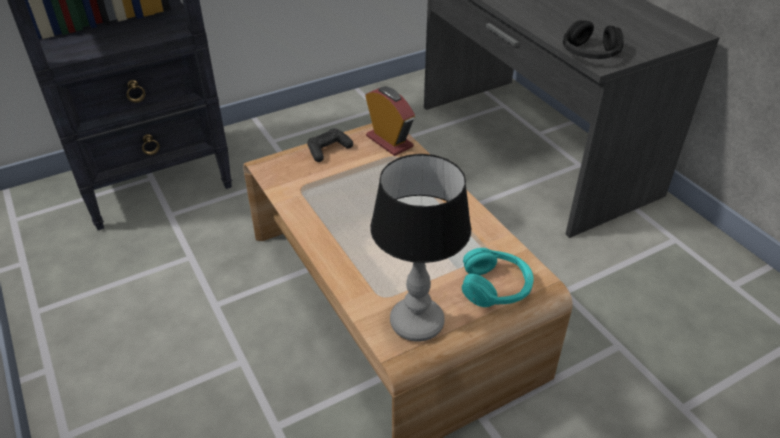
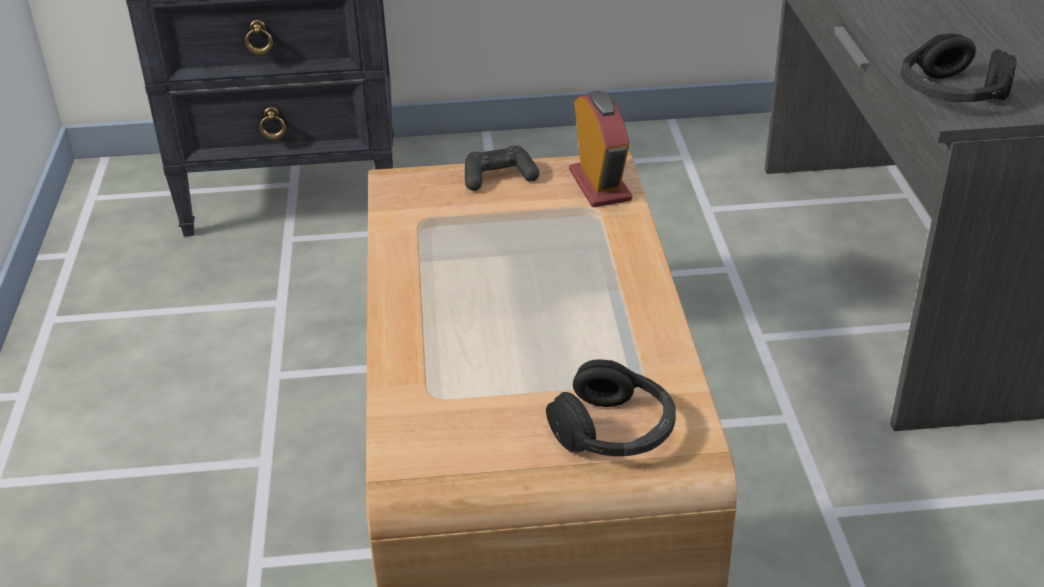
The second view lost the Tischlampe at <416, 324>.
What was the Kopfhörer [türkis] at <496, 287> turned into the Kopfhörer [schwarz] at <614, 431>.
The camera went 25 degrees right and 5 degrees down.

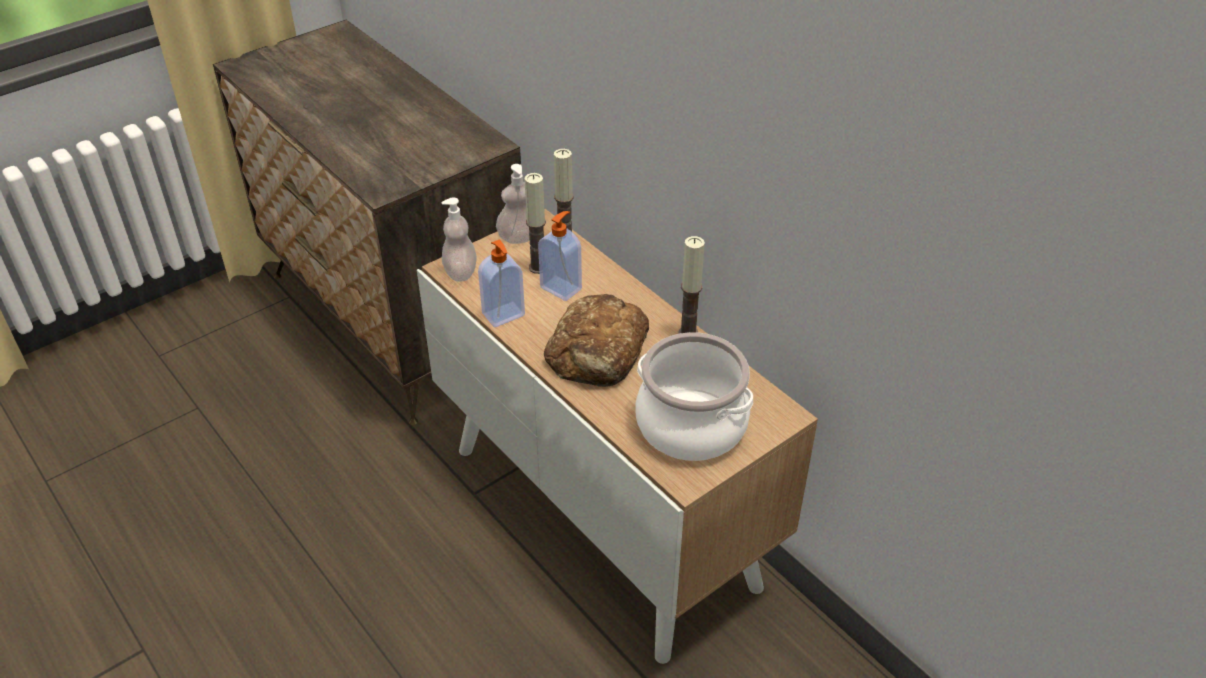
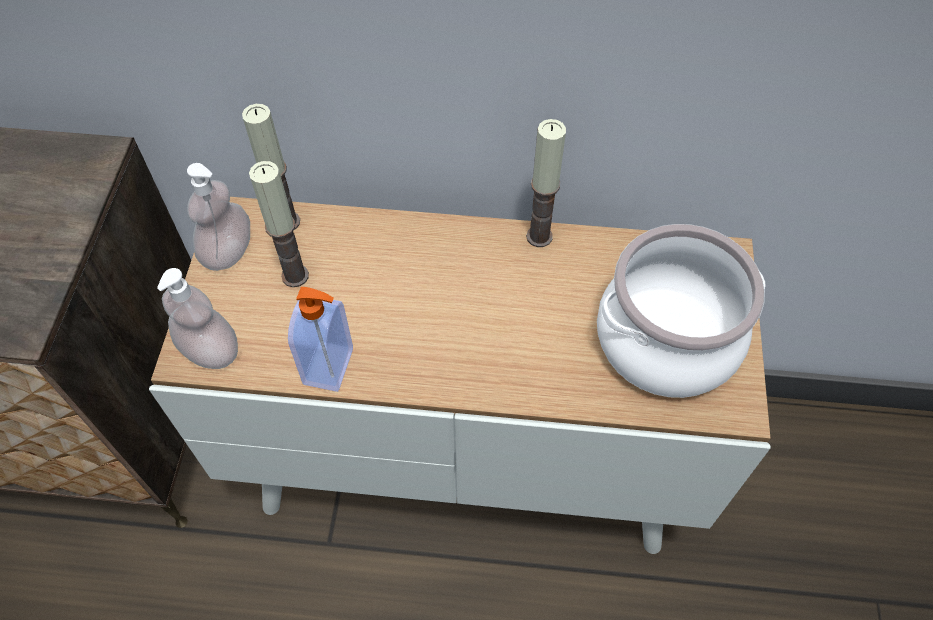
The second view lost the Seifenspender at <562, 288>.
The second view lost the Brot at <598, 351>.
The camera went 45 degrees left and 15 degrees up.

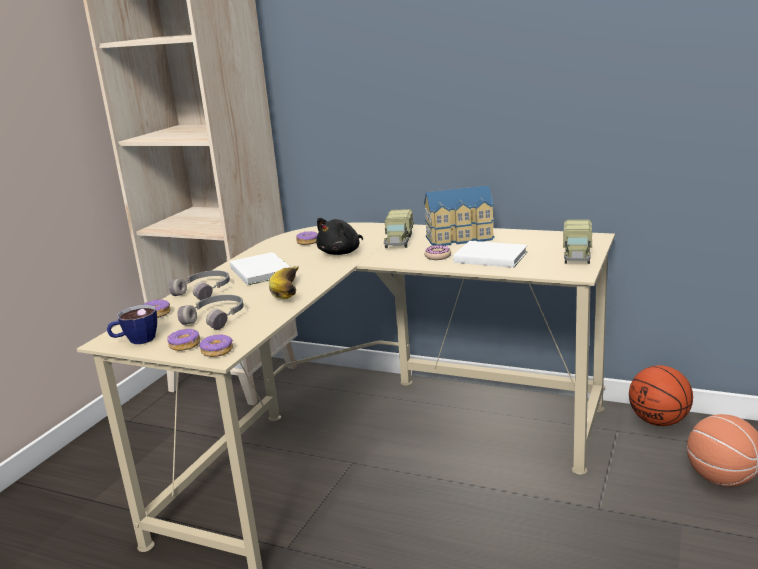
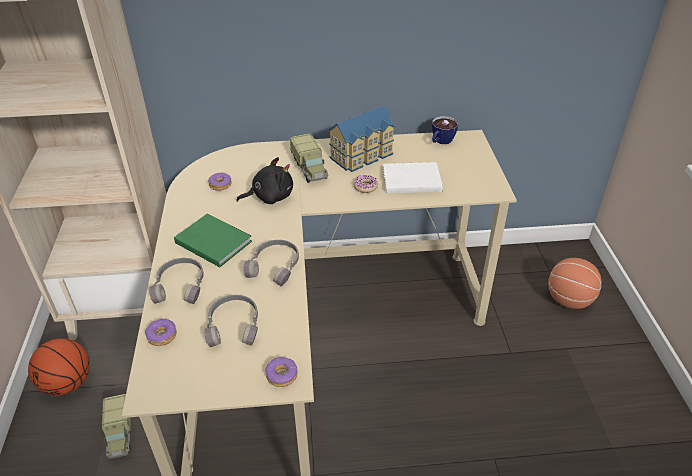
The second view lost the Donut at <185, 345>.
The Tasse ended up elsewhere, having gone from <135, 340> to <441, 141>.
The Spielzeuglaster ended up elsewhere, having gone from <577, 255> to <120, 433>.
The Basketball ended up elsewhere, having gone from <659, 421> to <68, 383>.
Where the Banane stood at <293, 291>, the Kopfhörer [grau] came to stand at <275, 266>.
What was the Buch [weiß] at <261, 271> turned into the Buch [grün] at <213, 241>.
The Plüschtier [schwarz] at <341, 253> ended up facing another way, 120 degrees counterclockwise from before.
The camera went 30 degrees left and 20 degrees up.

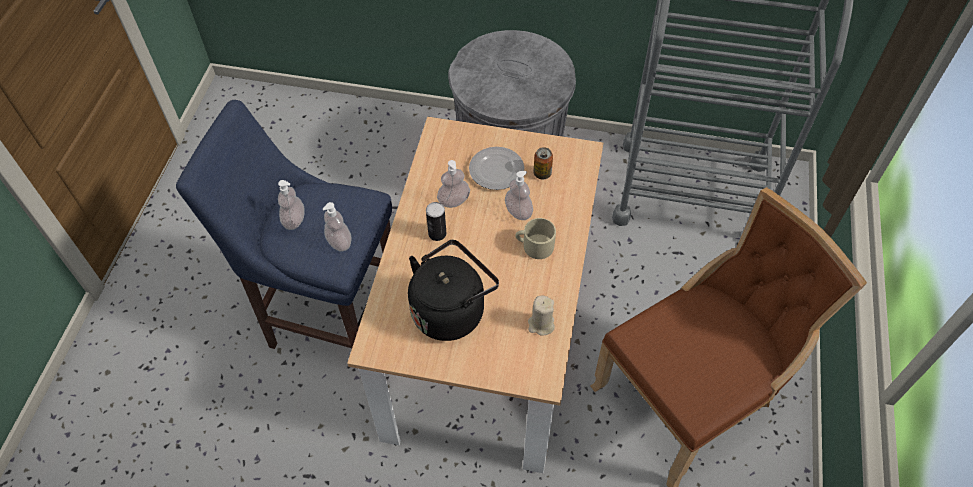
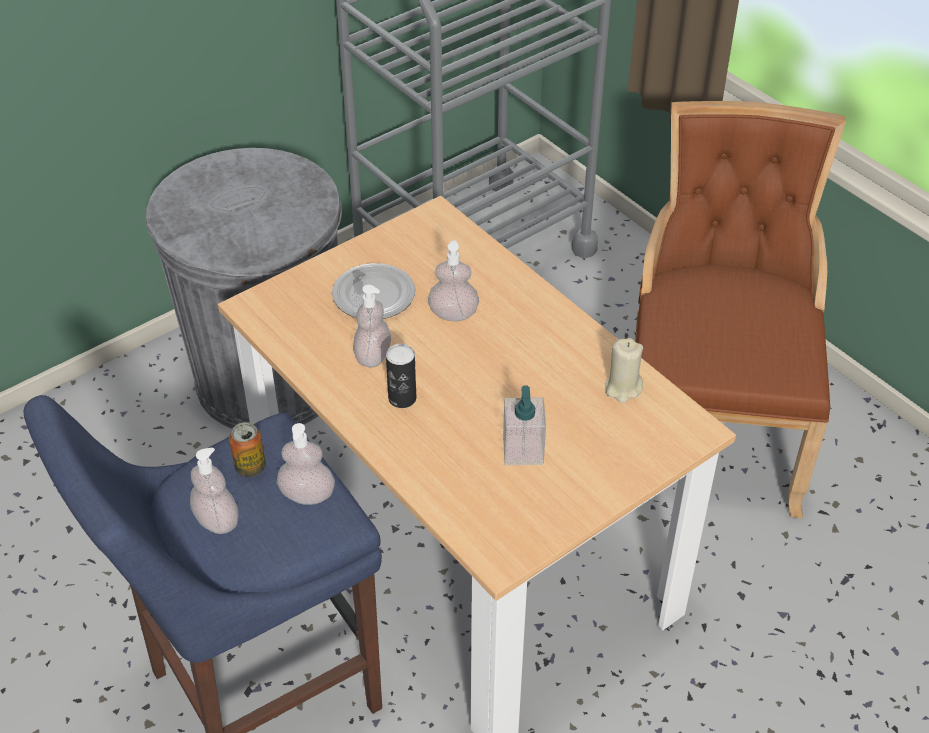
The second view lost the Henkelbecher [beige] at <534, 246>.
The Dose ended up elsewhere, having gone from <542, 173> to <250, 467>.
Where the Wasserkessel [schwarz] stood at <451, 309>, the Seifenspender came to stand at <523, 451>.
The camera went 50 degrees left and 10 degrees down.

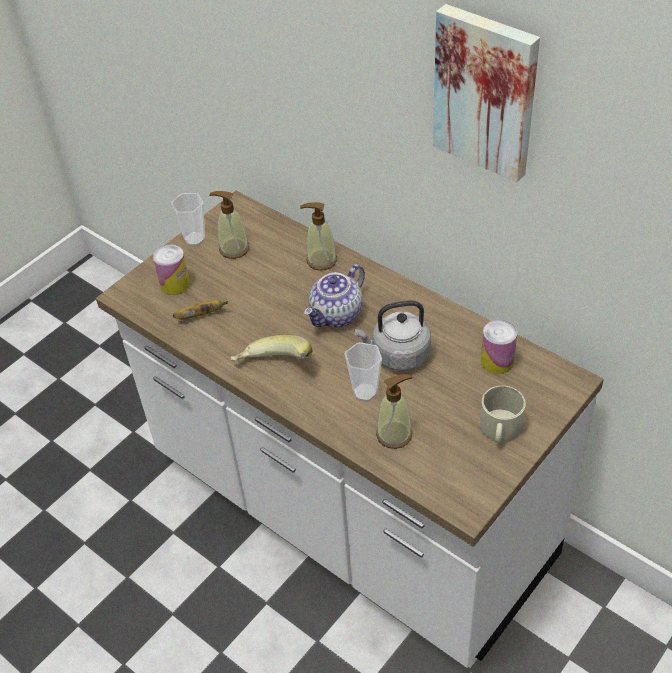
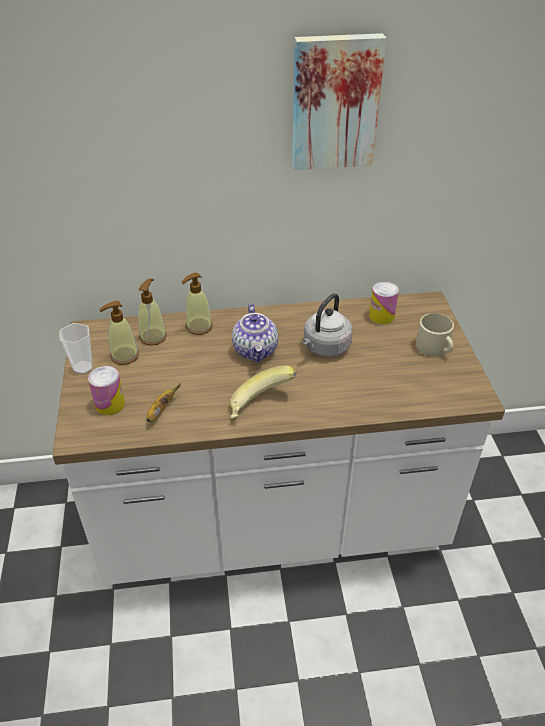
The second view lost the Tasse at <365, 392>.
The Seifenspender ended up elsewhere, having gone from <394, 434> to <153, 337>.
The camera went 50 degrees left and 5 degrees down.

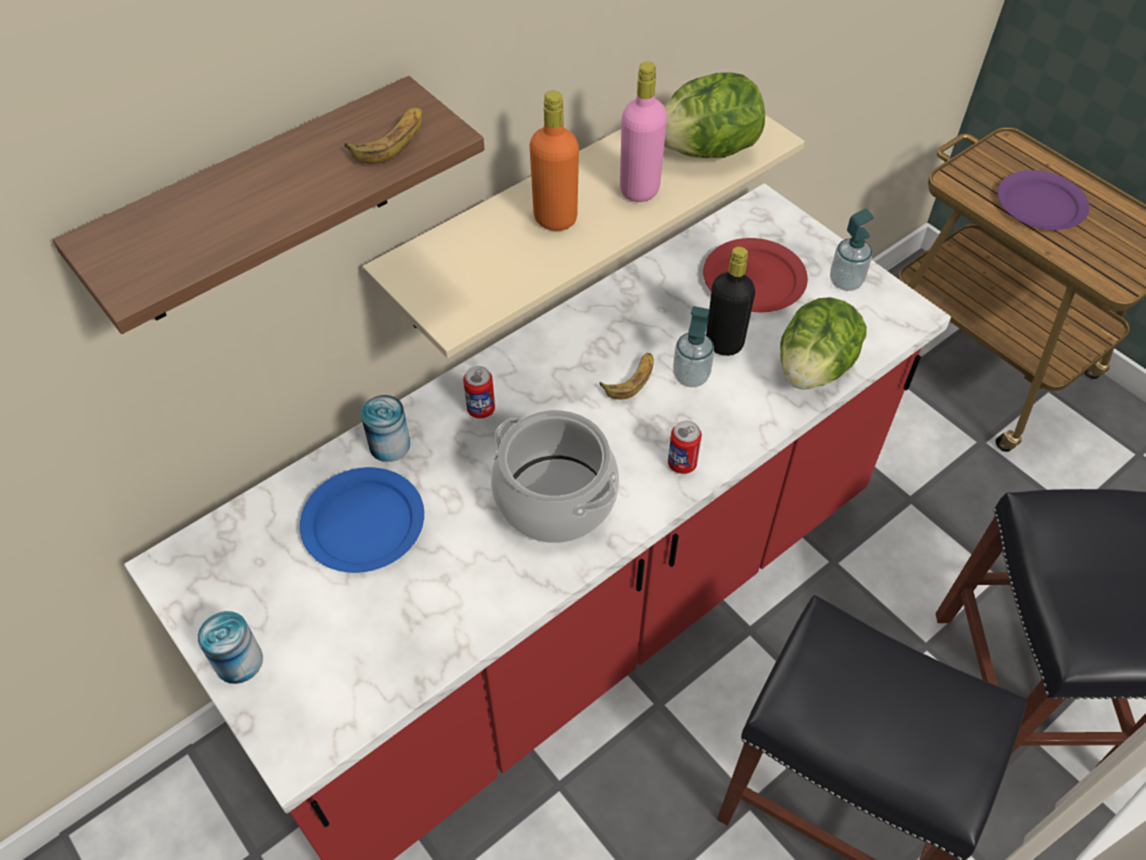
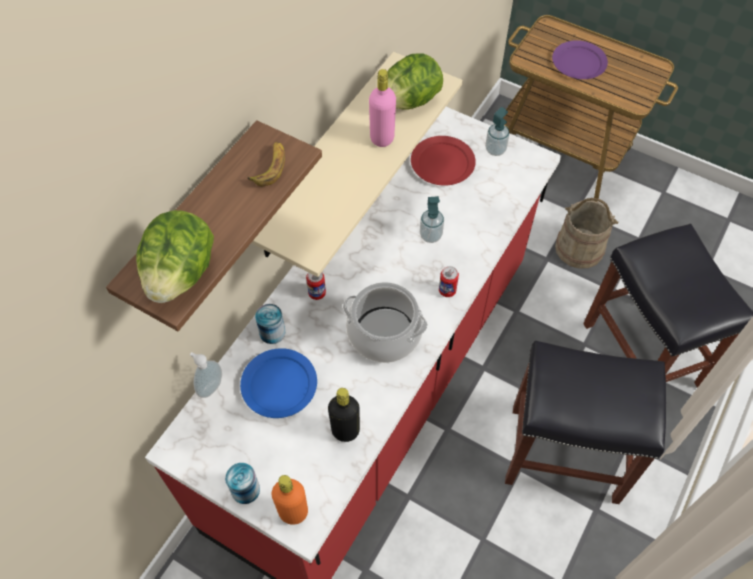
The second view lost the Banane at <630, 379>.
The second view gained the Seifenspender at <210, 387>.
The second view gained the Eimer [beige] at <579, 248>.
The Flasche [orange] ended up elsewhere, having gone from <555, 218> to <293, 512>.
The Flasche [schwarz] ended up elsewhere, having gone from <724, 344> to <345, 431>.
The Salatkopf ended up elsewhere, having gone from <814, 368> to <181, 274>.
The camera went 20 degrees left and 5 degrees up.

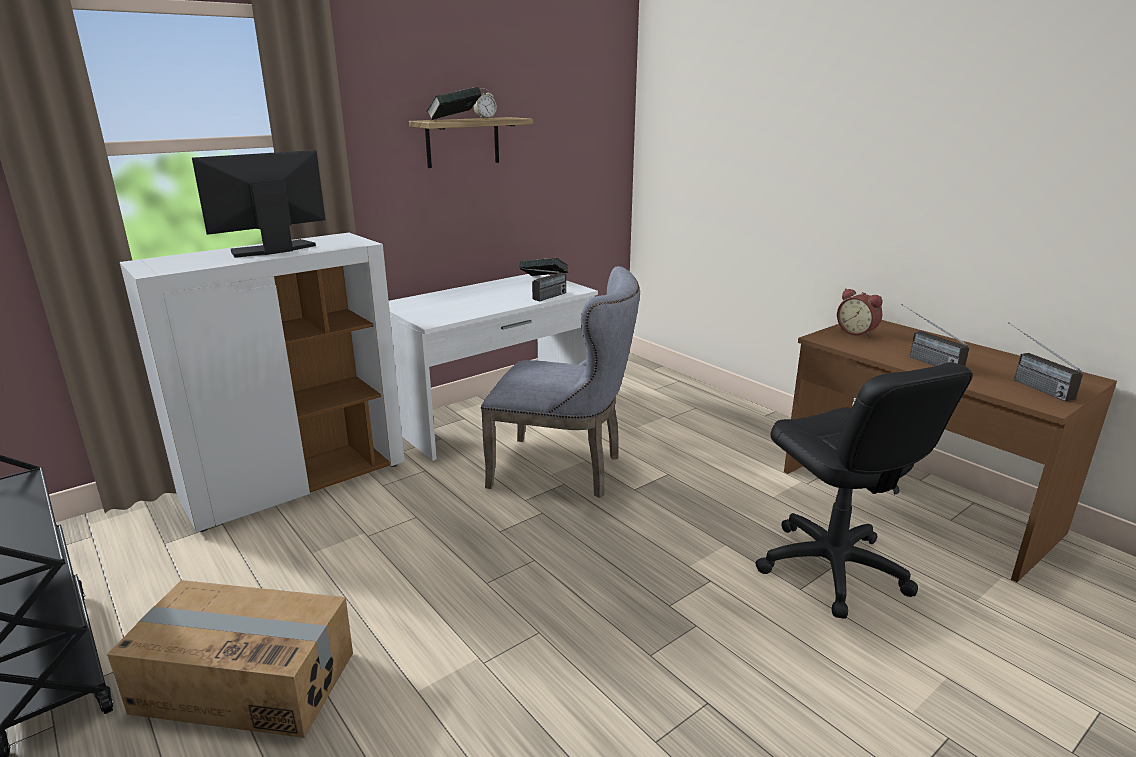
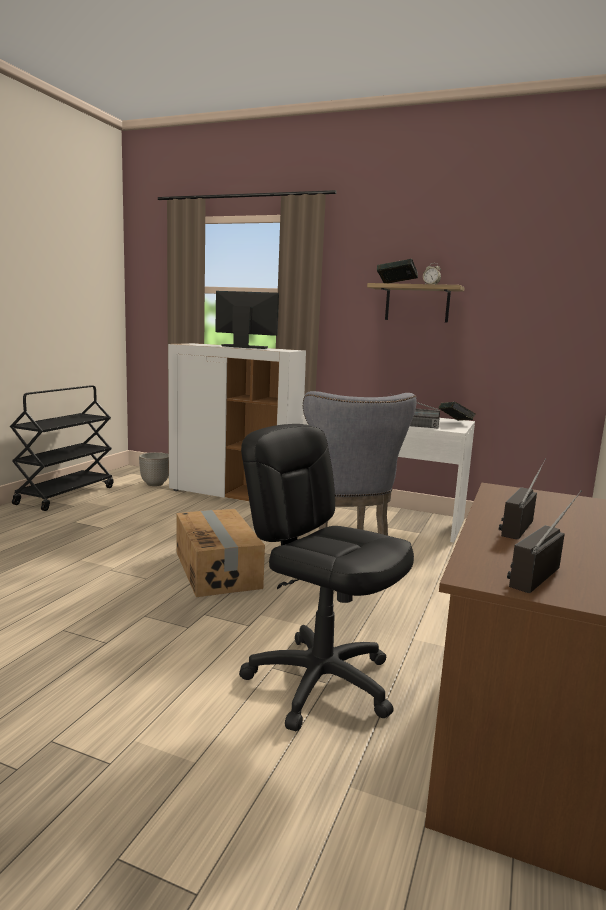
The second view lost the Wecker at <857, 332>.
The second view gained the Pflanzkübel at <155, 484>.
The Karton ended up elsewhere, having gone from <246, 681> to <218, 569>.
The Bürostuhl [schwarz] at <831, 568> ended up facing another way, 90 degrees clockwise from before.
The camera went 60 degrees right and 10 degrees down.

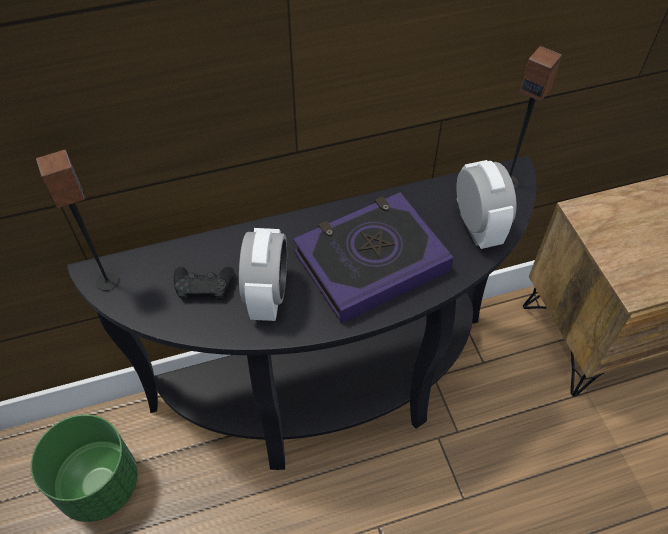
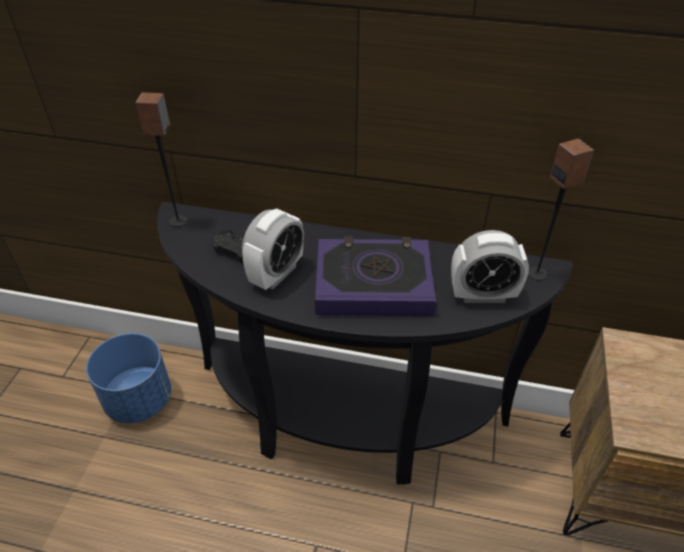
What was the Pflanzkübel [grün] at <99, 483> turned into the Pflanzkübel [blau] at <139, 399>.
The Wecker at <477, 227> ended up facing another way, 75 degrees clockwise from before.
The camera went 30 degrees right and 10 degrees down.

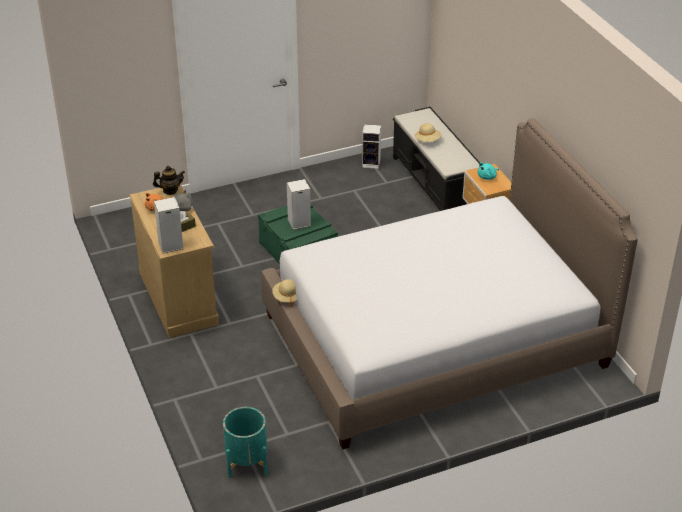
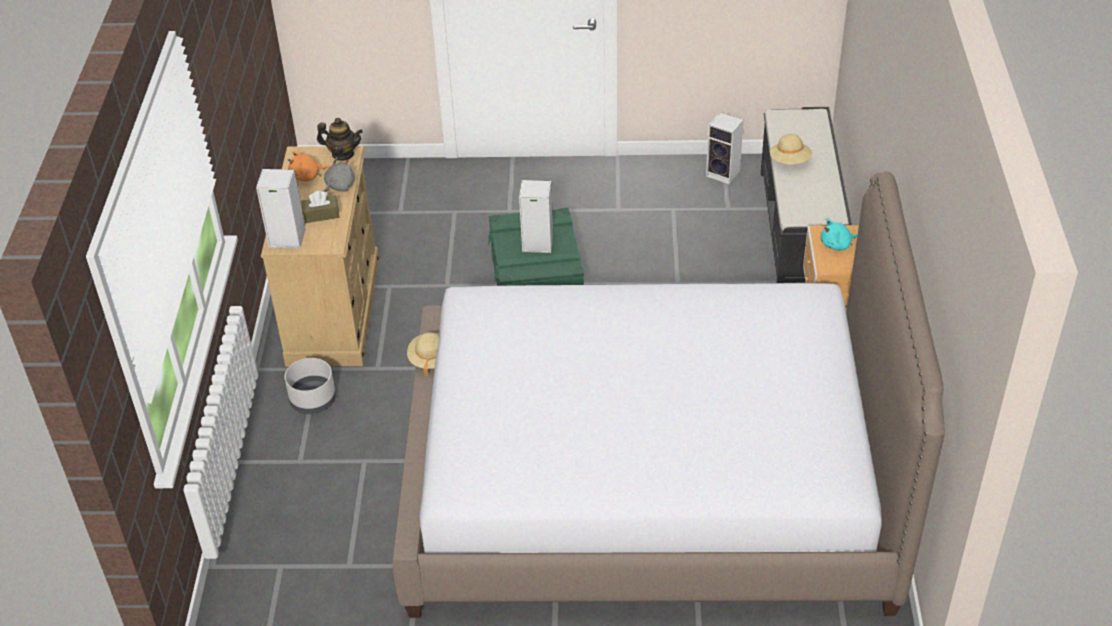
The second view lost the Pflanzkübel [türkis] at <247, 462>.
The second view gained the Pflanzkübel [grau] at <312, 400>.
The camera went 25 degrees right and 5 degrees up.

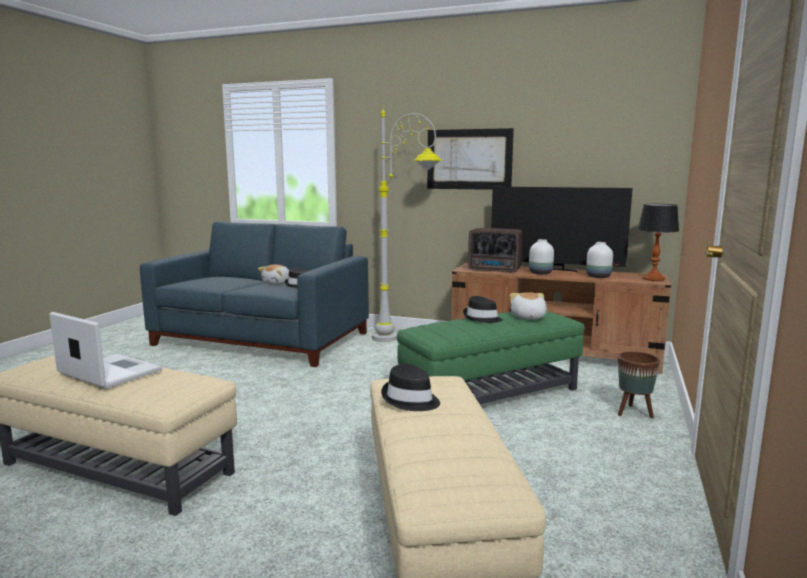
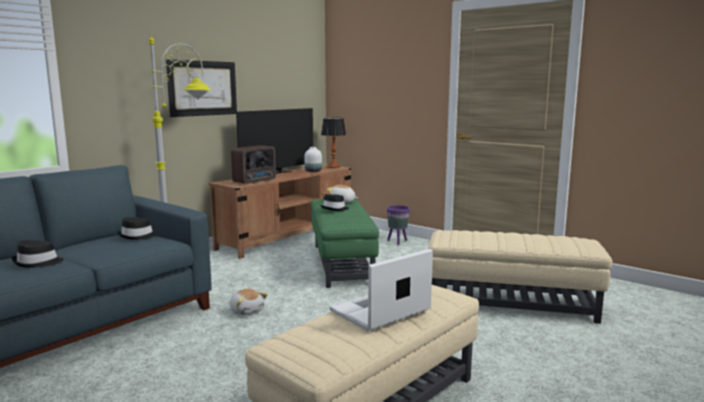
The second view lost the Vase [weiß] at <540, 273>.
The Plüschtier ended up elsewhere, having gone from <278, 283> to <247, 311>.
The Hut [schwarz] ended up elsewhere, having gone from <410, 400> to <38, 263>.
What was the Pflanzkübel [braun] at <634, 413> turned into the Pflanzkübel [lila] at <397, 242>.
The camera went 70 degrees left and 0 degrees up.

